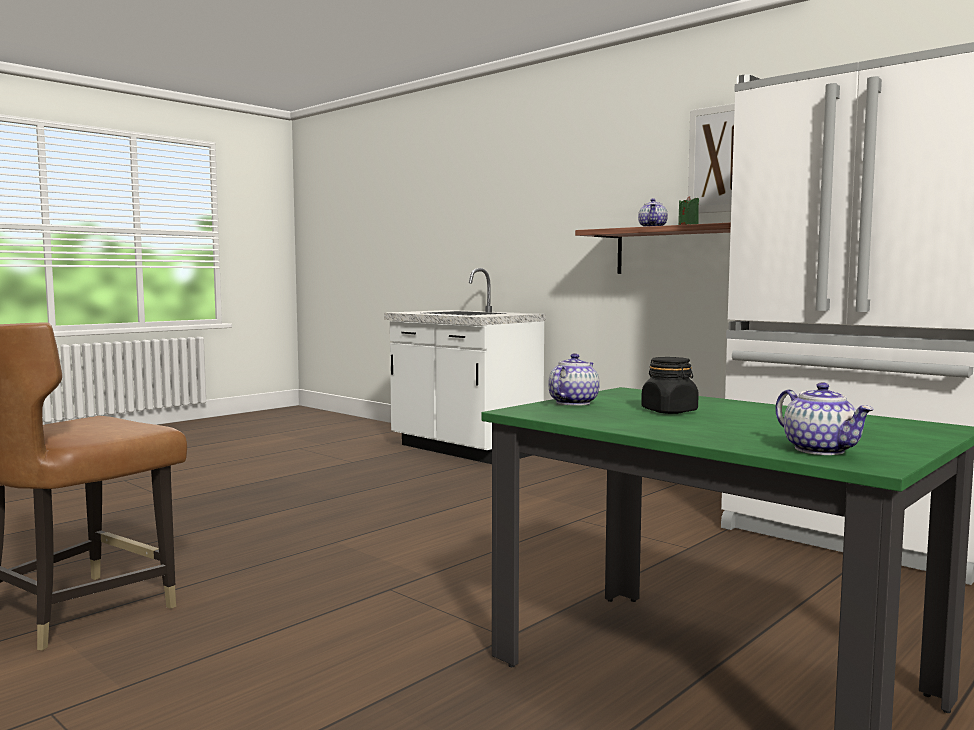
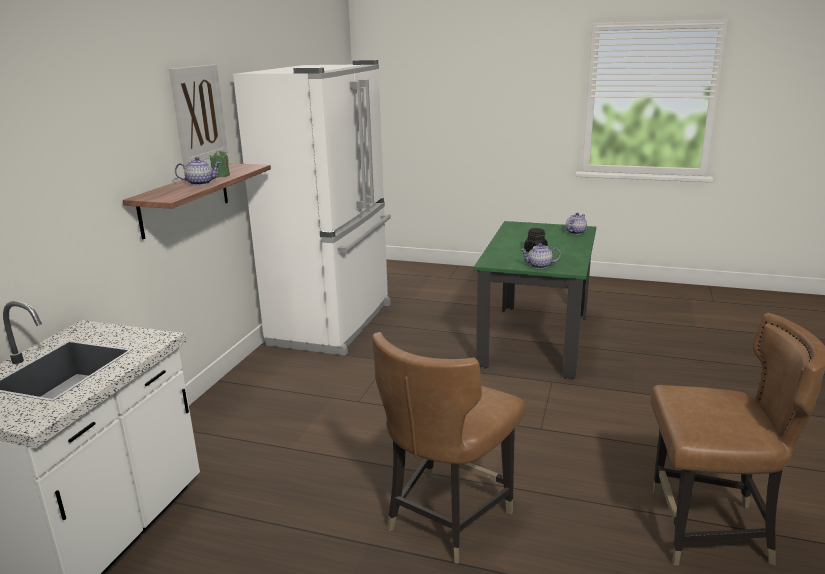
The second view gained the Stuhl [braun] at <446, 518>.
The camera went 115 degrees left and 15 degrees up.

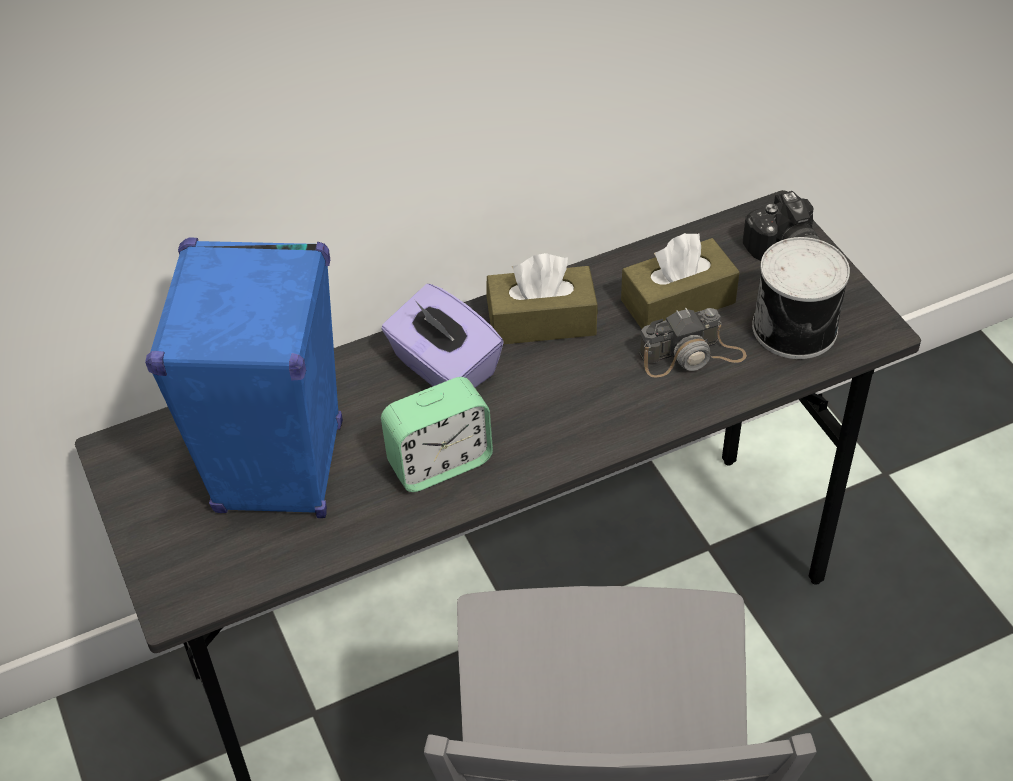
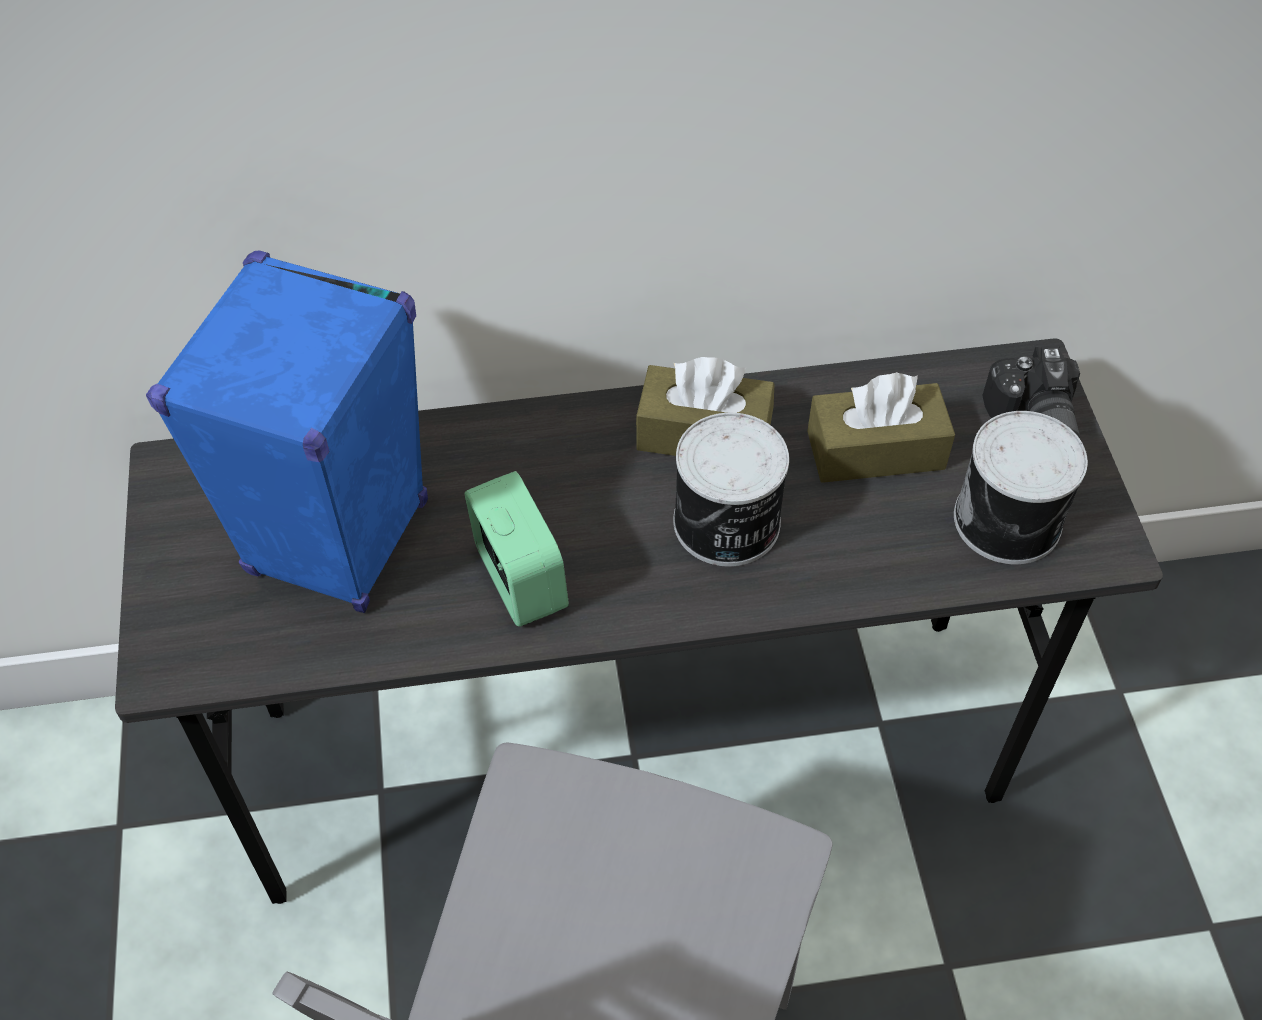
The second view lost the Taschentuchbox [lila] at <443, 367>.
The second view lost the Kamera at <692, 355>.
The second view gained the Dose at <727, 525>.
The Wecker at <440, 463> ended up facing another way, 105 degrees counterclockwise from before.
The camera went 15 degrees right and 5 degrees up.

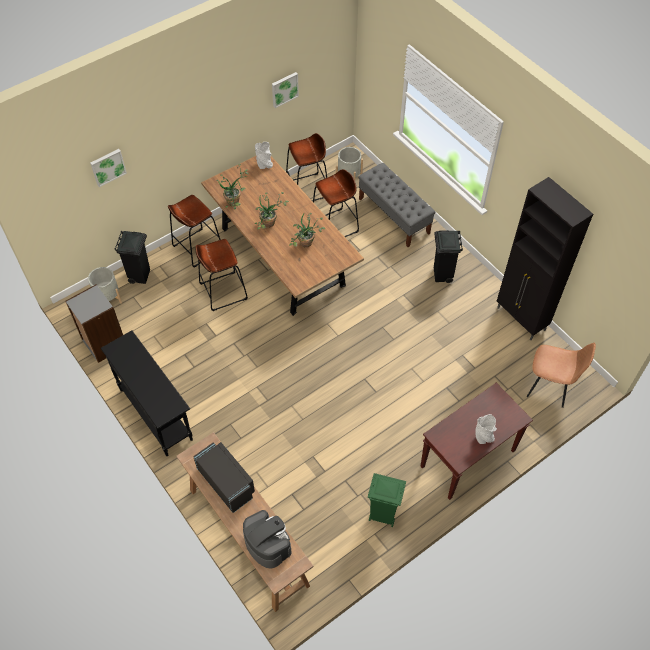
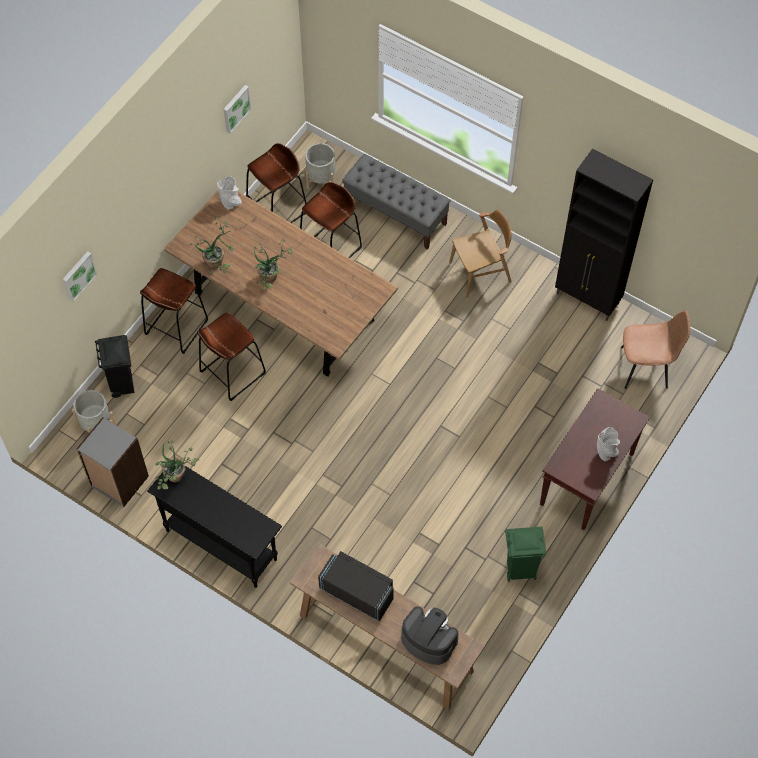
The Topfpflanze ended up elsewhere, having gone from <305, 245> to <176, 479>.
Where the Mülleimer [schwarz] stood at <442, 275>, the Stuhl [braun] came to stand at <480, 272>.
The camera went 20 degrees left and 5 degrees up.

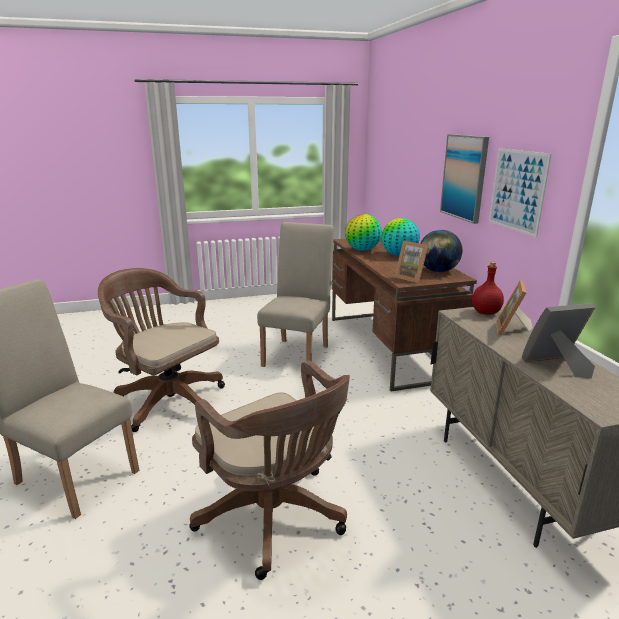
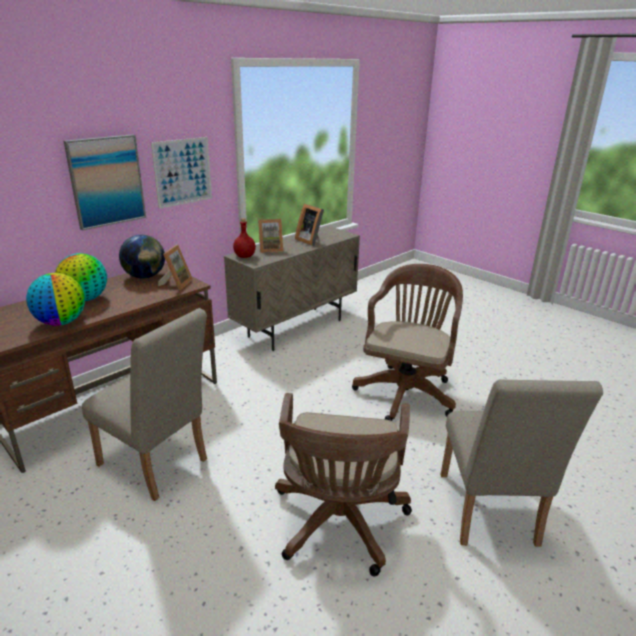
The Stuhl [beige] at <298, 353> ended up facing another way, 135 degrees counterclockwise from before.
The camera went 120 degrees left and 5 degrees up.

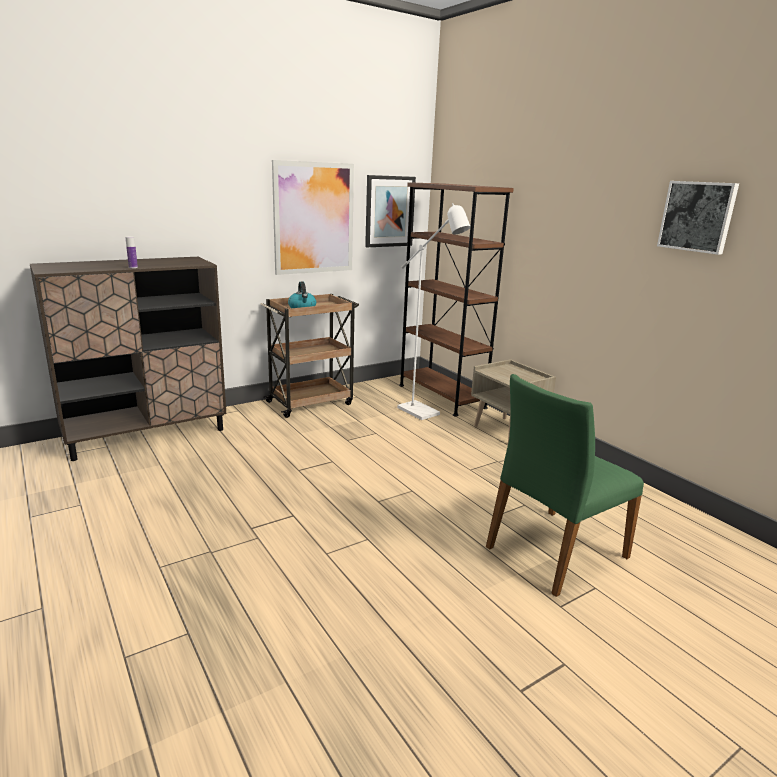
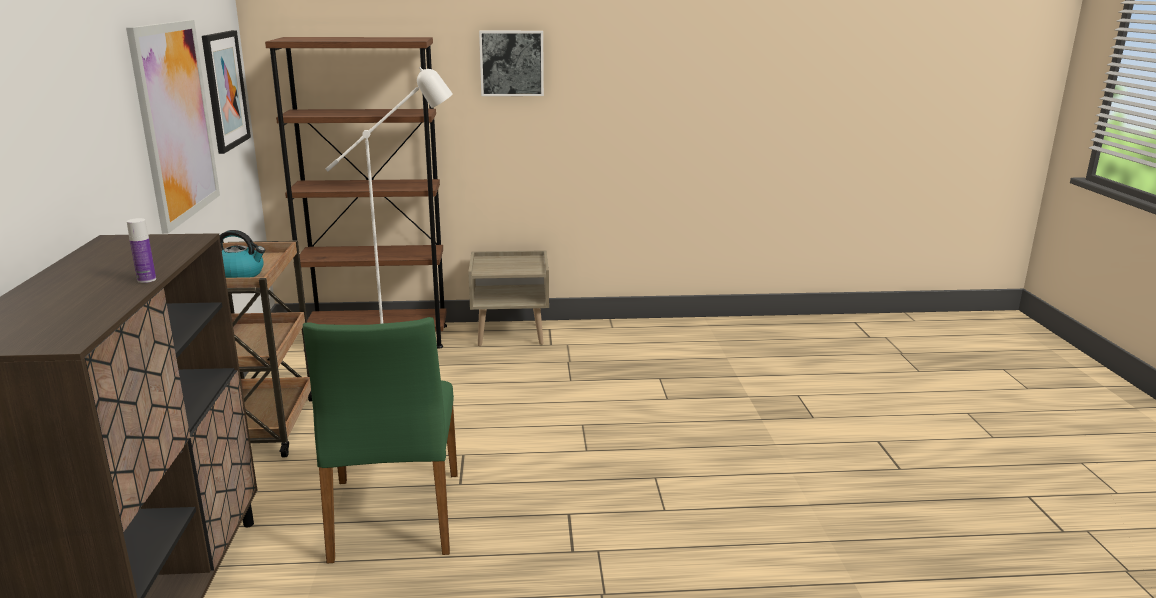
The Stuhl [grün] ended up elsewhere, having gone from <554, 551> to <394, 516>.
The Bild ended up elsewhere, having gone from <697, 216> to <511, 63>.
The camera went 60 degrees left and 0 degrees up.

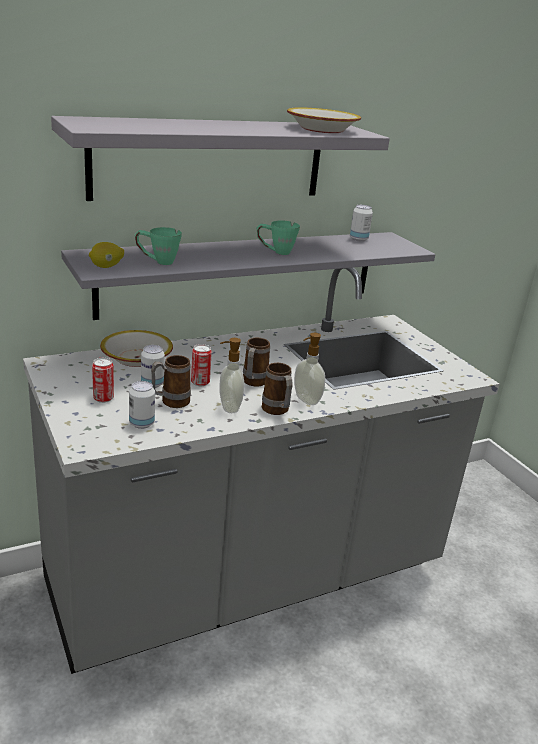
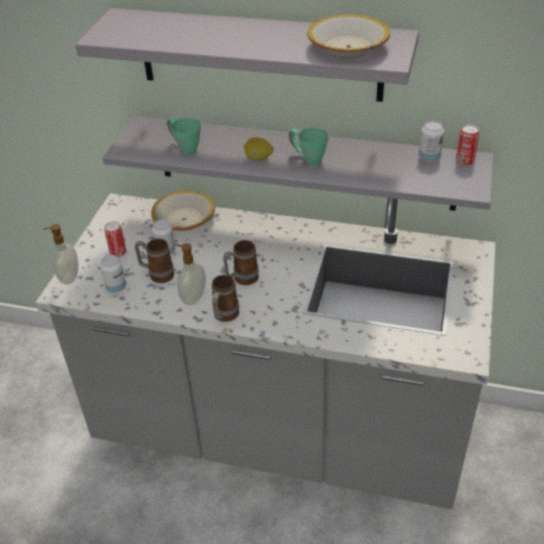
The Zitrone ended up elsewhere, having gone from <106, 267> to <258, 159>.
The Dose ended up elsewhere, having gone from <200, 382> to <464, 161>.
The Seifenspender ended up elsewhere, having gone from <305, 400> to <69, 277>.
The camera went 45 degrees right and 15 degrees up.

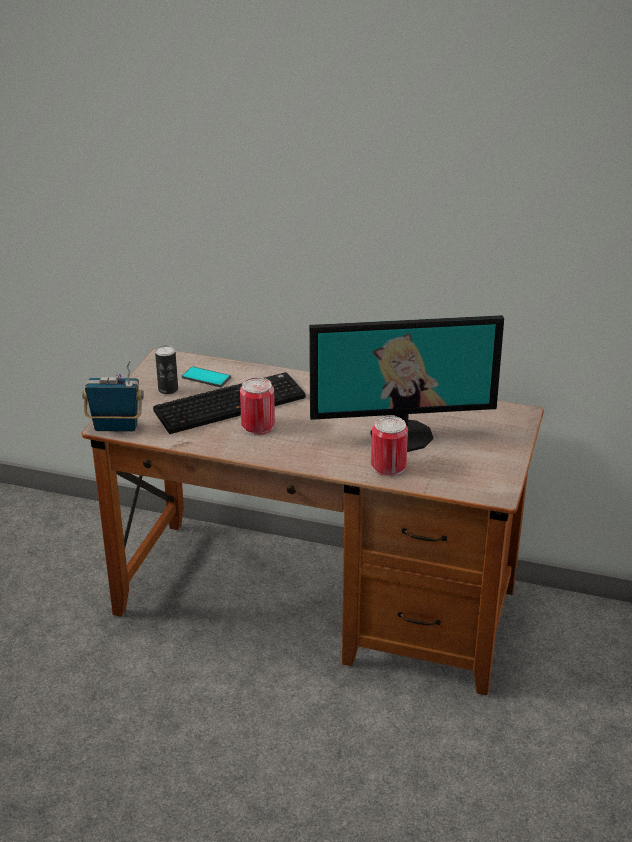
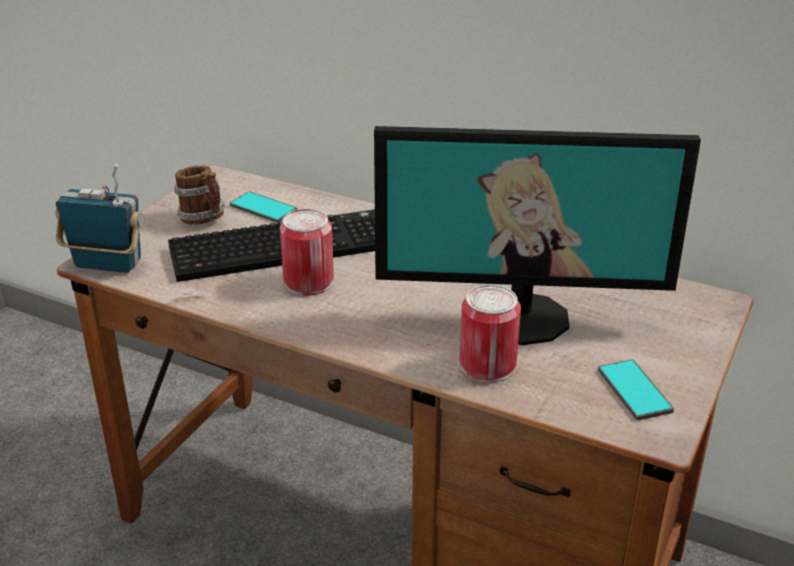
The second view gained the Handy at <634, 390>.
Where the Dose stood at <168, 389>, the Henkelbecher came to stand at <204, 219>.
The camera went 10 degrees right and 0 degrees up.

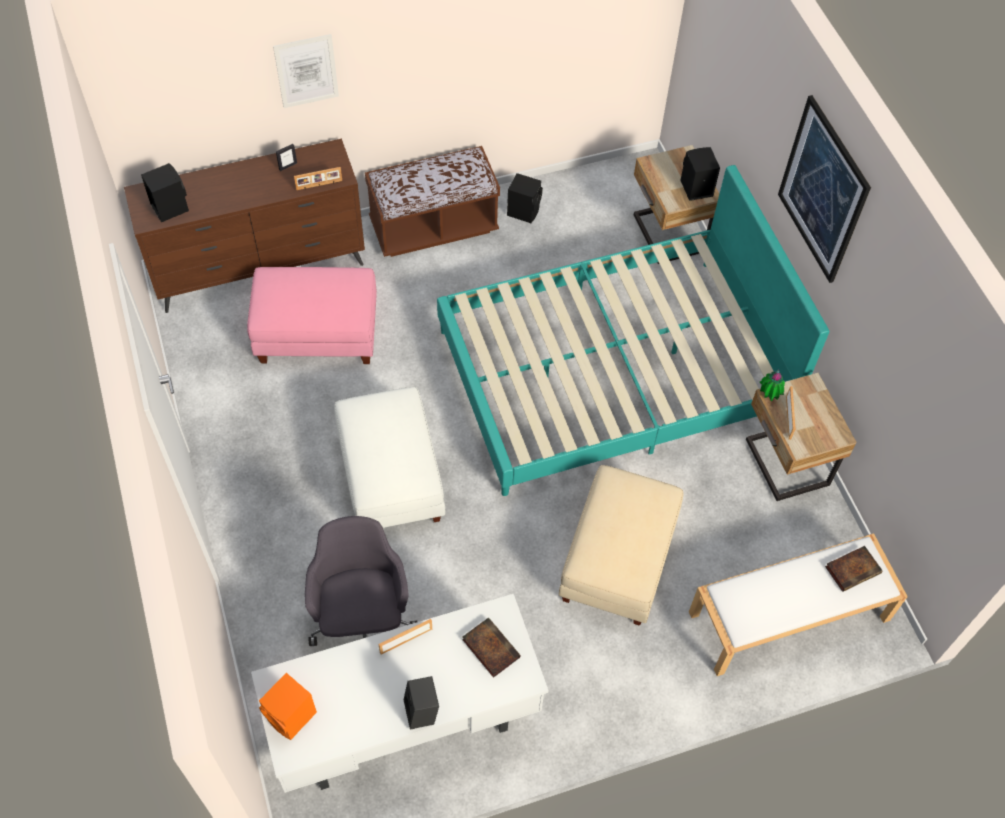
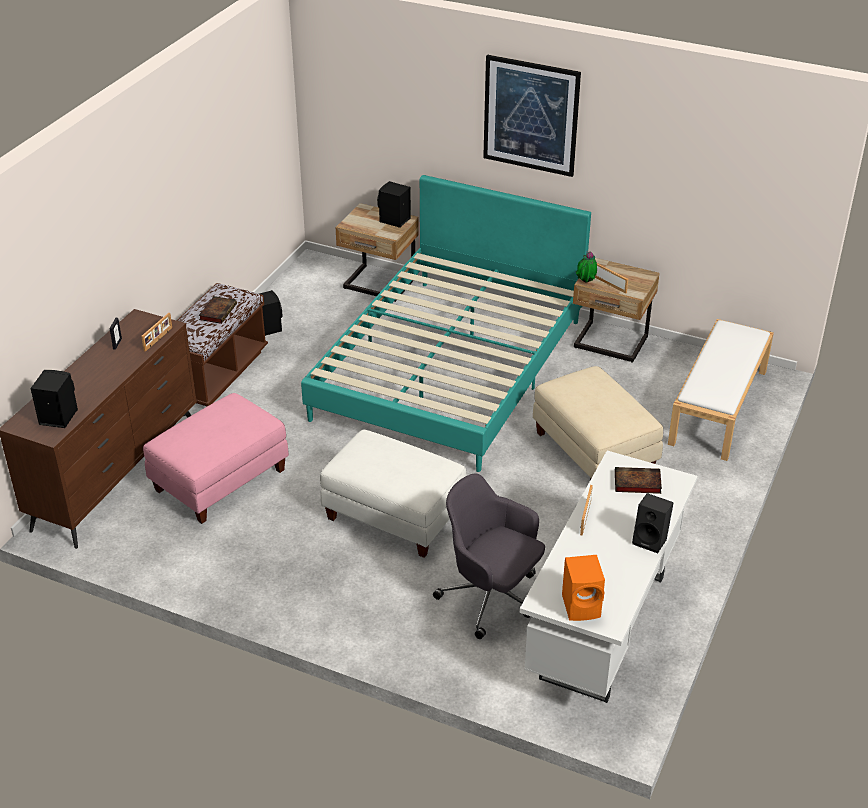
The second view lost the Bild at <306, 71>.
The Buch ended up elsewhere, having gone from <853, 569> to <218, 311>.
The camera went 45 degrees left and 20 degrees down.

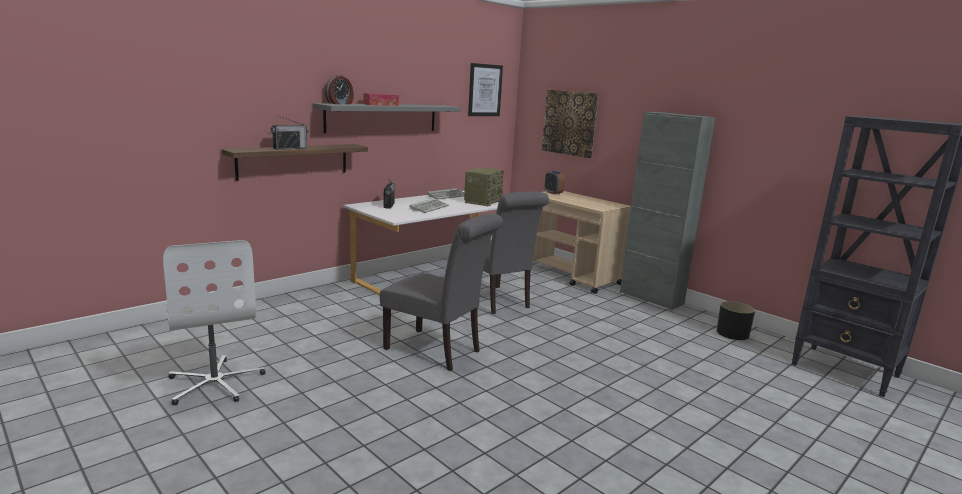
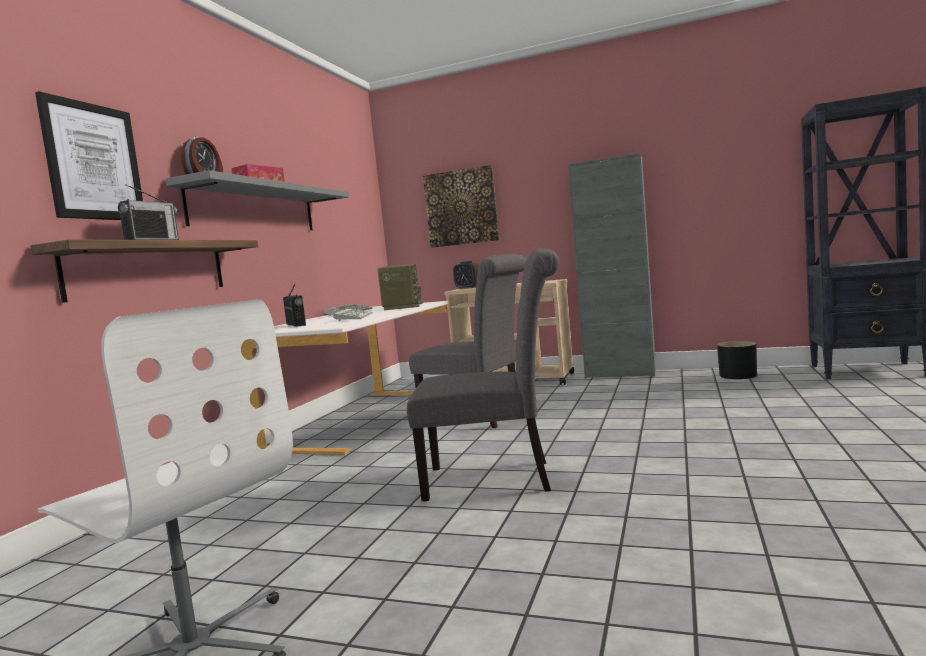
The Bild ended up elsewhere, having gone from <485, 90> to <93, 162>.
The camera went 25 degrees left and 10 degrees down.

